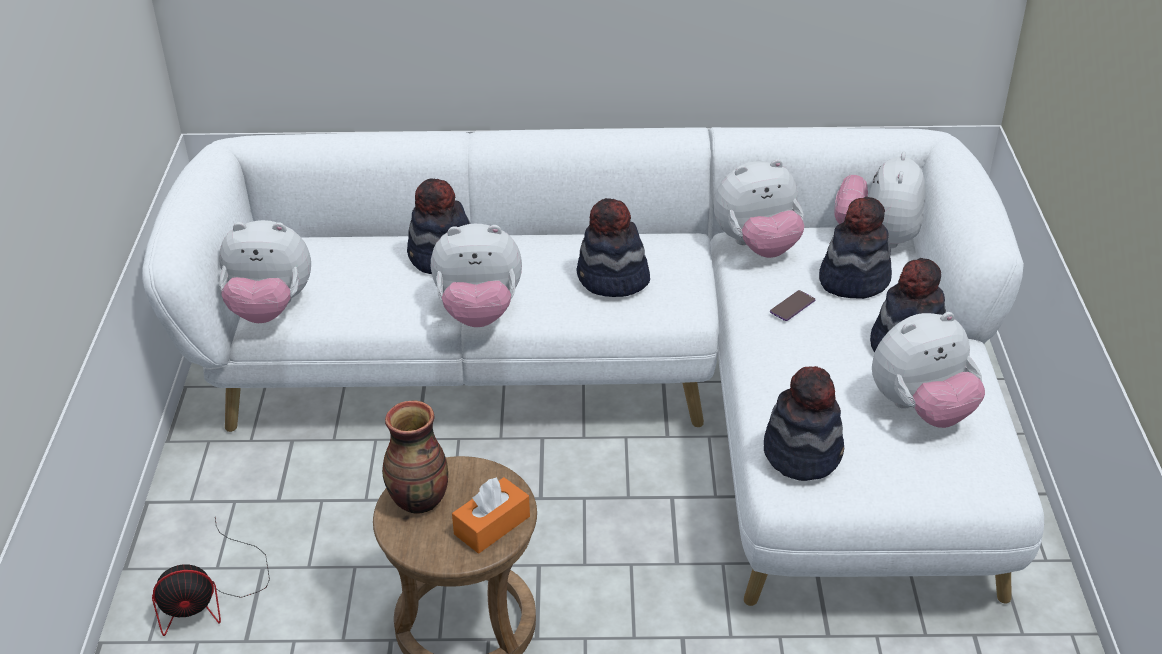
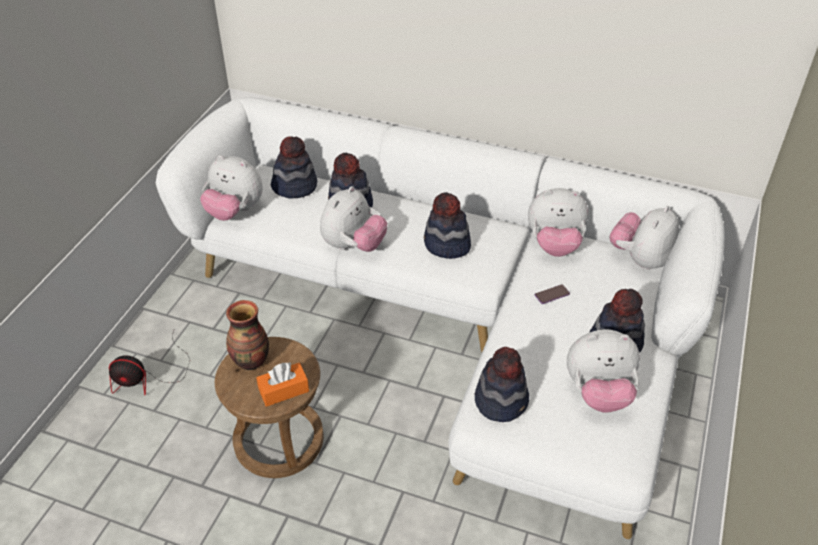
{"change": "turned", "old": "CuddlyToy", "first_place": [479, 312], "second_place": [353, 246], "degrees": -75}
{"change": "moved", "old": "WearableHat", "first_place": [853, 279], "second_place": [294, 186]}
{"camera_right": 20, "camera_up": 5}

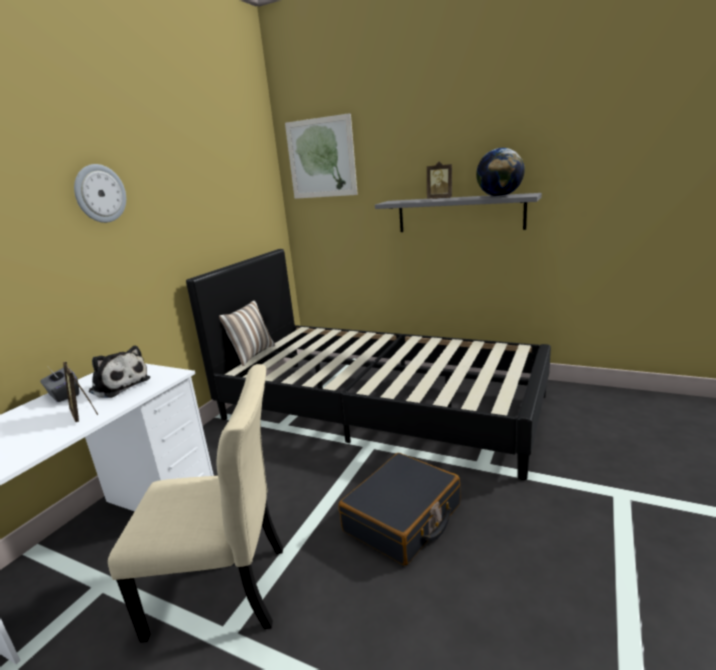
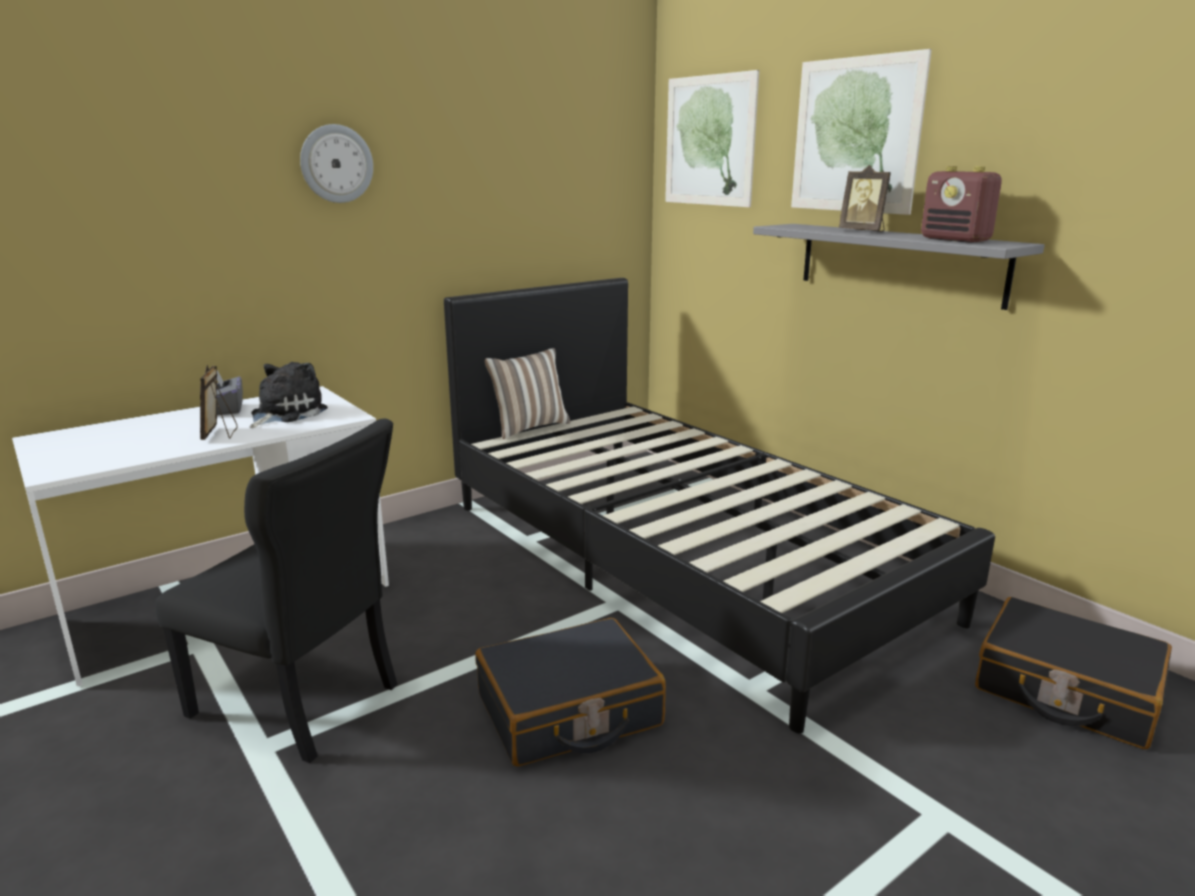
{"change": "turned", "old": "CuddlyToy", "first_place": [118, 385], "second_place": [285, 413], "degrees": -120}
{"change": "recoloured", "old": "BeigeColouredPlainChair", "new": "BlackishPlainChair", "first_place": [225, 591], "second_place": [300, 703]}
{"change": "replaced", "old": "WorldGlobe", "new": "RadioReceiver", "first_place": [499, 196], "second_place": [956, 240]}
{"change": "added", "new": "WallArt", "second_place": [855, 135]}
{"change": "added", "new": "BlackishTravelCase", "second_place": [1065, 690]}
{"camera_right": 25, "camera_up": 0}

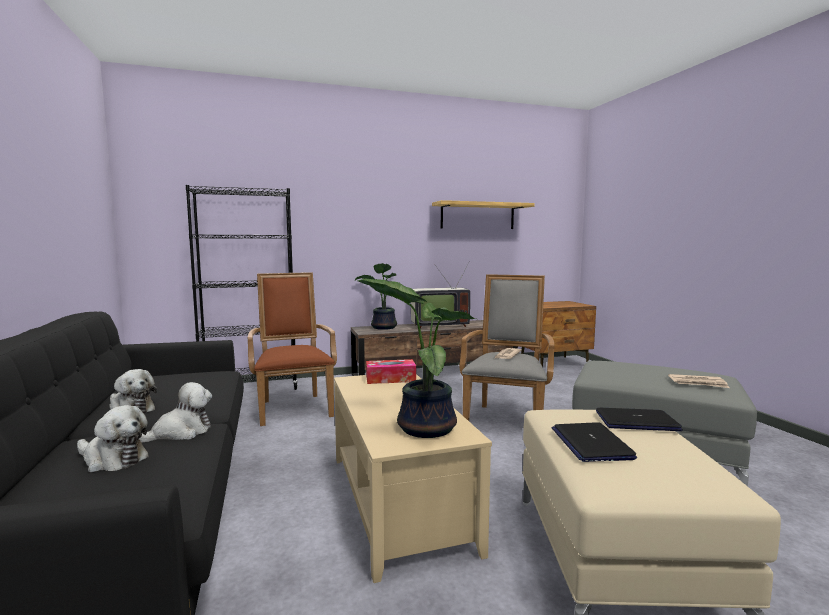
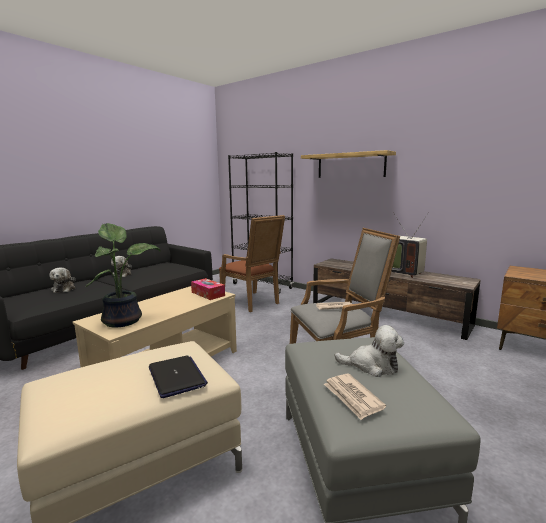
{"change": "moved", "old": "CuddlyToy", "first_place": [180, 433], "second_place": [372, 366]}
{"change": "turned", "old": "BrownColouredLoungeChair", "first_place": [293, 407], "second_place": [253, 303], "degrees": 105}
{"change": "removed", "old": "PottedPlant", "first_place": [382, 327]}
{"change": "moved", "old": "WallShelf", "first_place": [477, 216], "second_place": [350, 165]}
{"change": "removed", "old": "NotebookComputer", "first_place": [591, 443]}
{"camera_right": 55, "camera_up": 5}

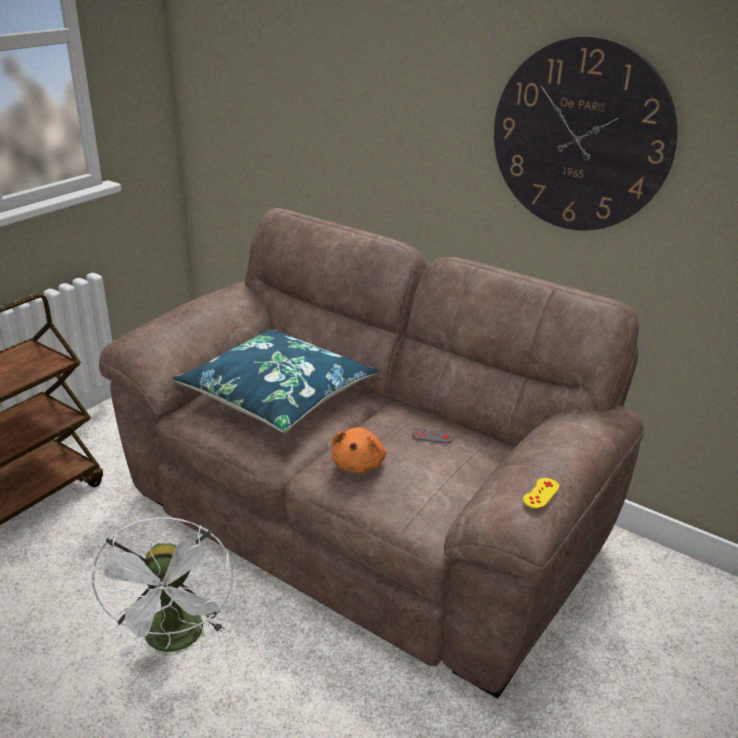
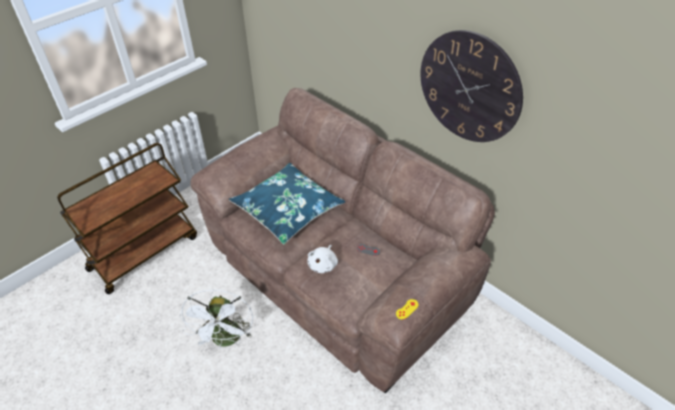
{"change": "recoloured", "old": "OrangeCuddlyToy", "new": "WhiteCuddlyToy", "first_place": [358, 464], "second_place": [323, 265]}
{"camera_right": 10, "camera_up": 15}

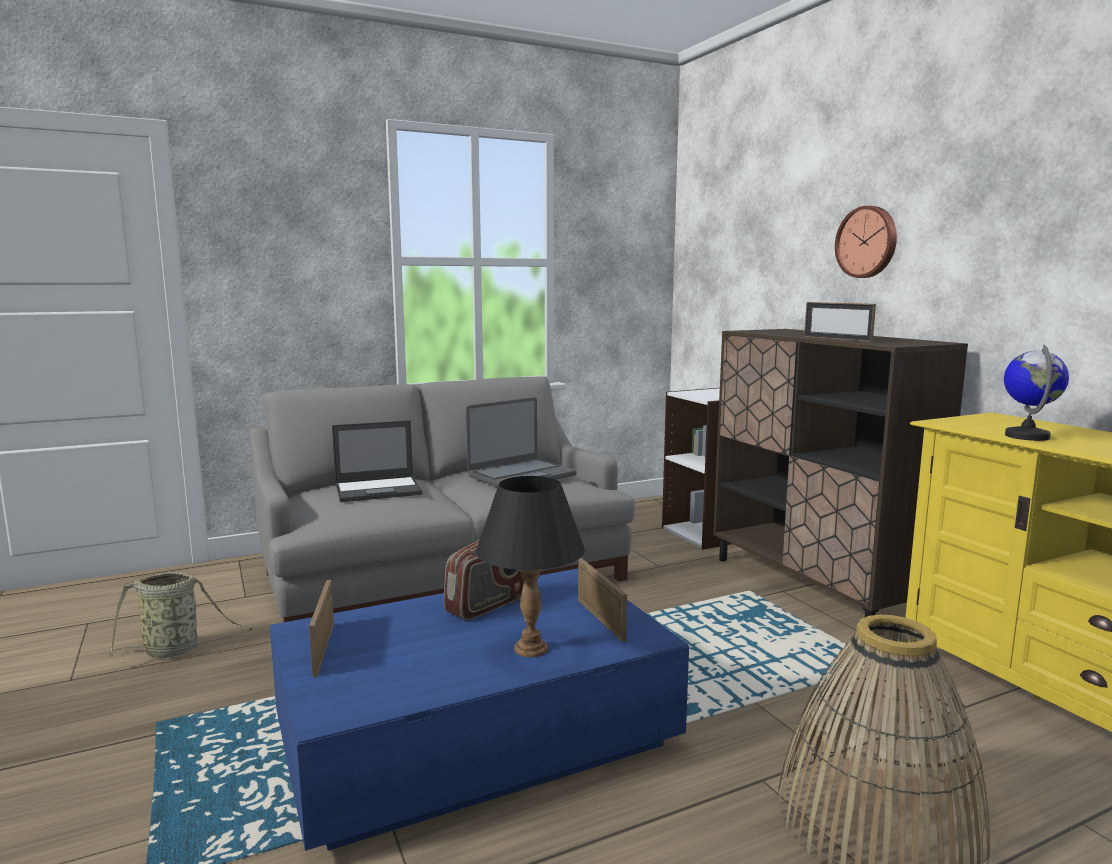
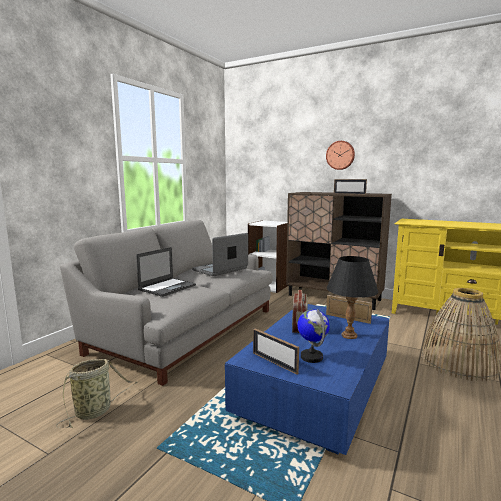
{"change": "turned", "old": "NotebookComputer", "first_place": [521, 475], "second_place": [220, 269], "degrees": -150}
{"change": "moved", "old": "WorldGlobe", "first_place": [1027, 436], "second_place": [311, 357]}
{"camera_right": -35, "camera_up": 0}

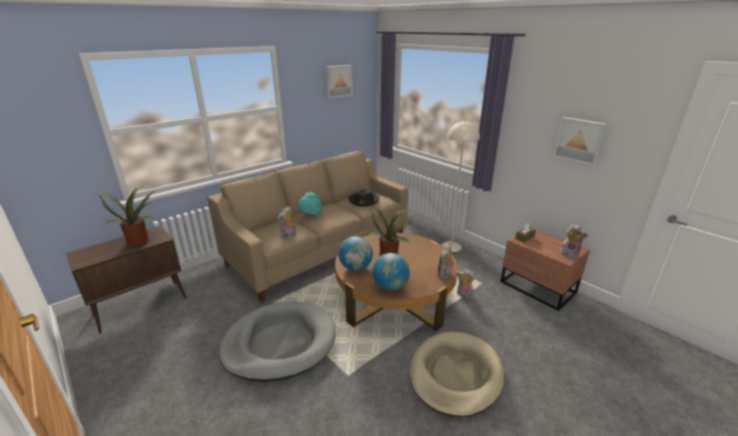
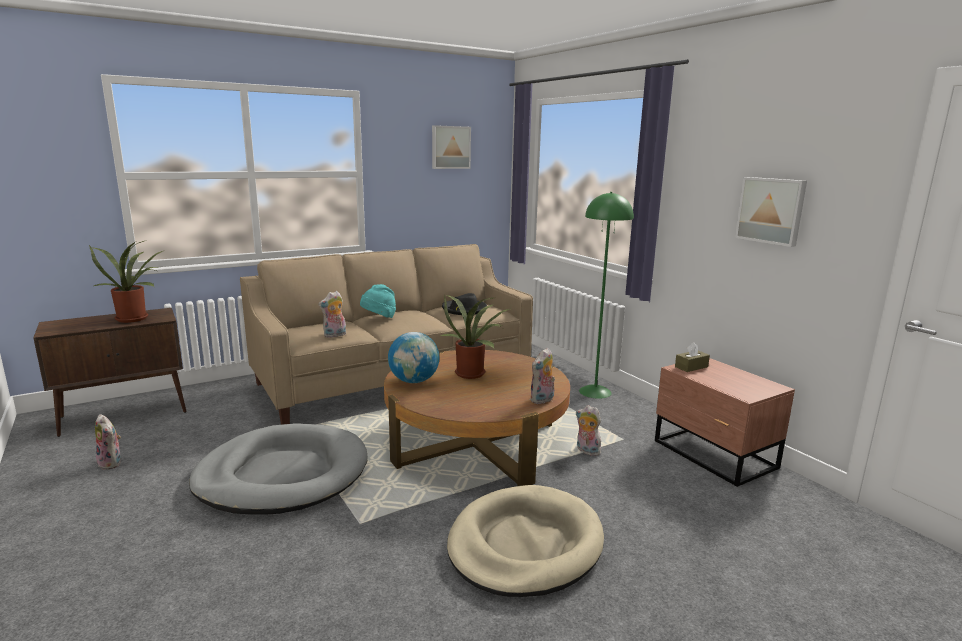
{"change": "removed", "old": "WorldGlobe", "first_place": [390, 286]}
{"change": "recoloured", "old": "BeigeColouredFloorLamp", "new": "GreenColouredFloorLamp", "first_place": [451, 246], "second_place": [594, 391]}
{"change": "moved", "old": "CuddlyToy", "first_place": [569, 254], "second_place": [112, 463]}
{"camera_right": 10, "camera_up": -10}

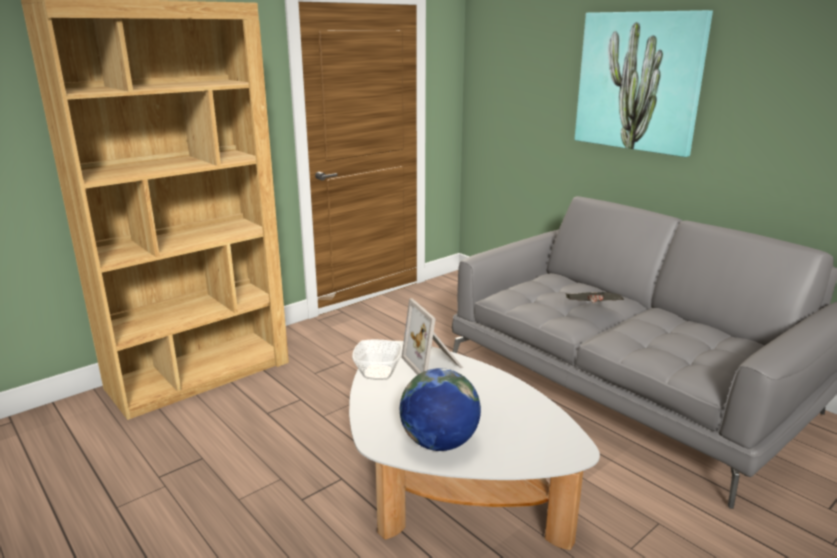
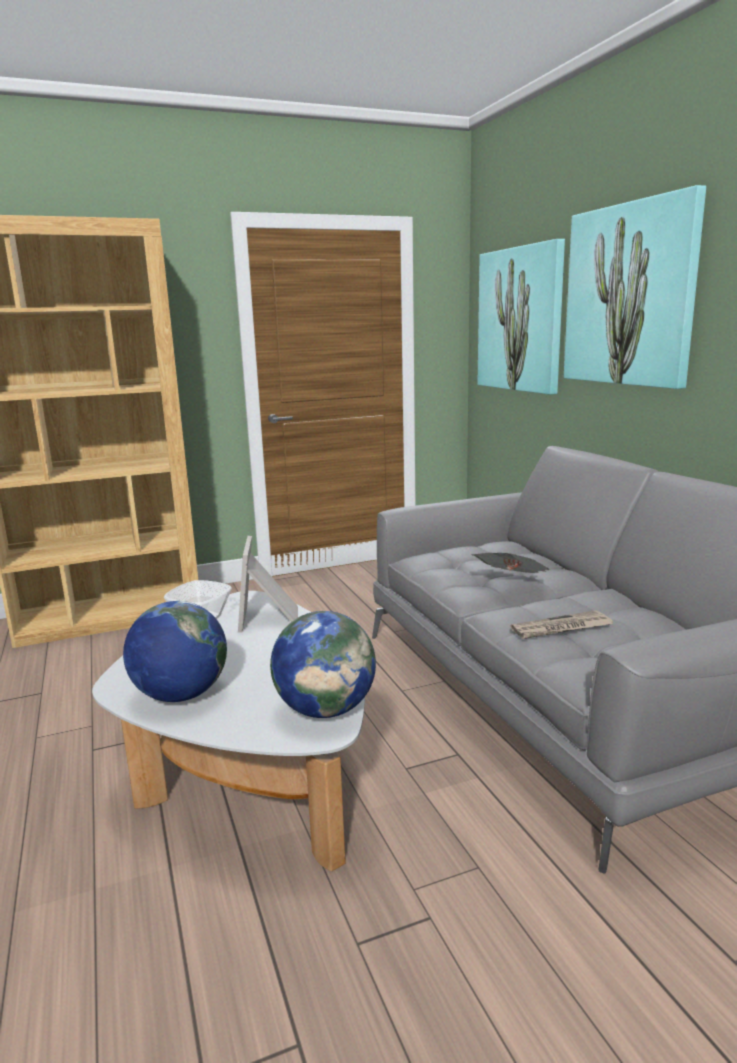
{"change": "added", "new": "WorldGlobe", "second_place": [326, 709]}
{"change": "added", "new": "WallArt", "second_place": [520, 320]}
{"change": "added", "new": "PrintedPaper", "second_place": [561, 628]}
{"camera_right": 20, "camera_up": -5}

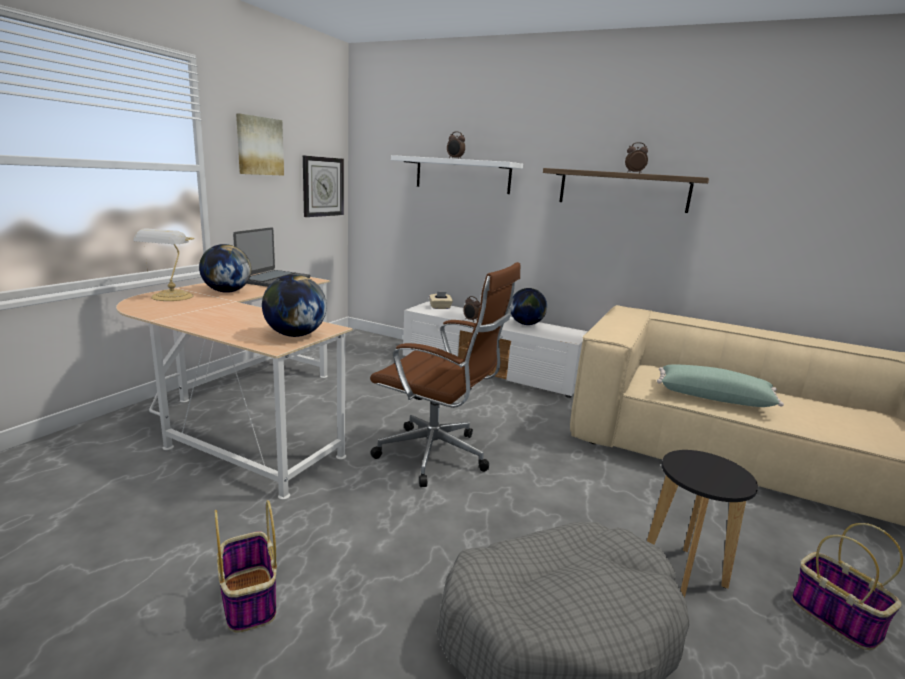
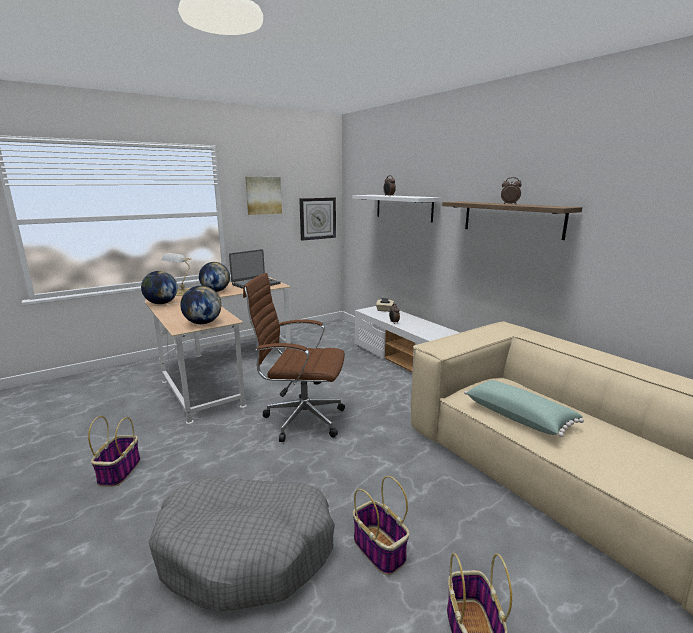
{"change": "turned", "old": "BrownColouredComputerChair", "first_place": [438, 456], "second_place": [300, 419], "degrees": 135}
{"change": "moved", "old": "WorldGlobe", "first_place": [526, 324], "second_place": [161, 303]}
{"change": "replaced", "old": "BlackishSittingStool", "new": "Basket", "first_place": [683, 572], "second_place": [380, 550]}
{"camera_right": 30, "camera_up": 0}

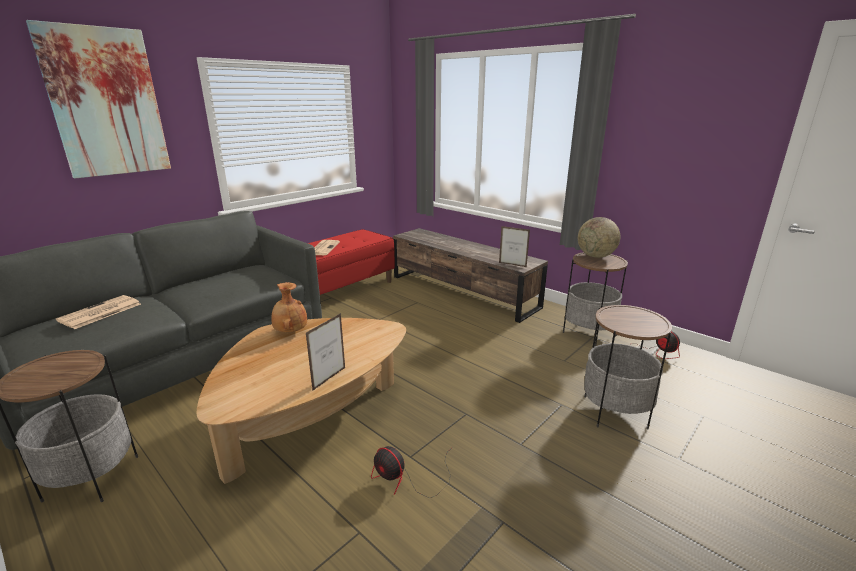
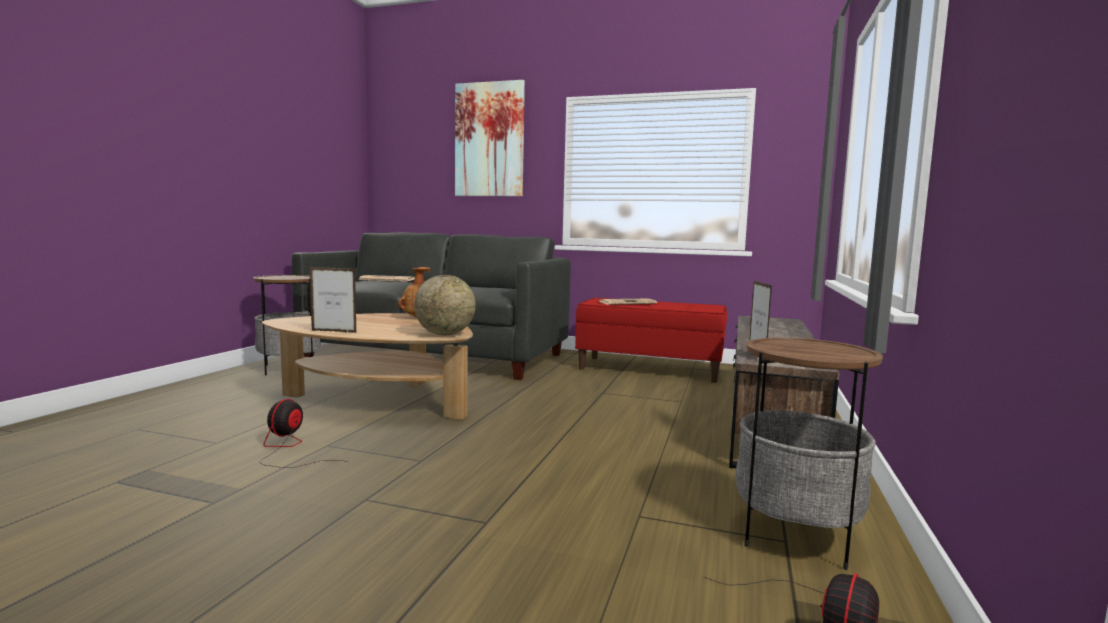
{"change": "moved", "old": "WorldGlobe", "first_place": [595, 256], "second_place": [445, 334]}
{"change": "removed", "old": "SideTable", "first_place": [614, 412]}
{"camera_right": 65, "camera_up": -15}

